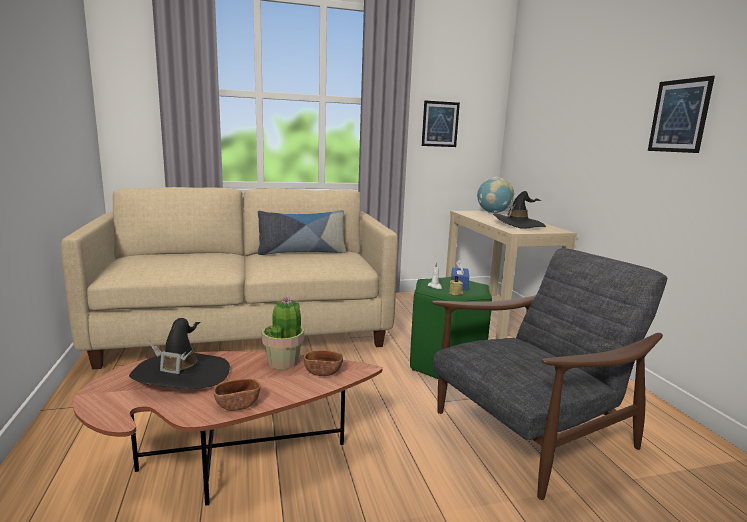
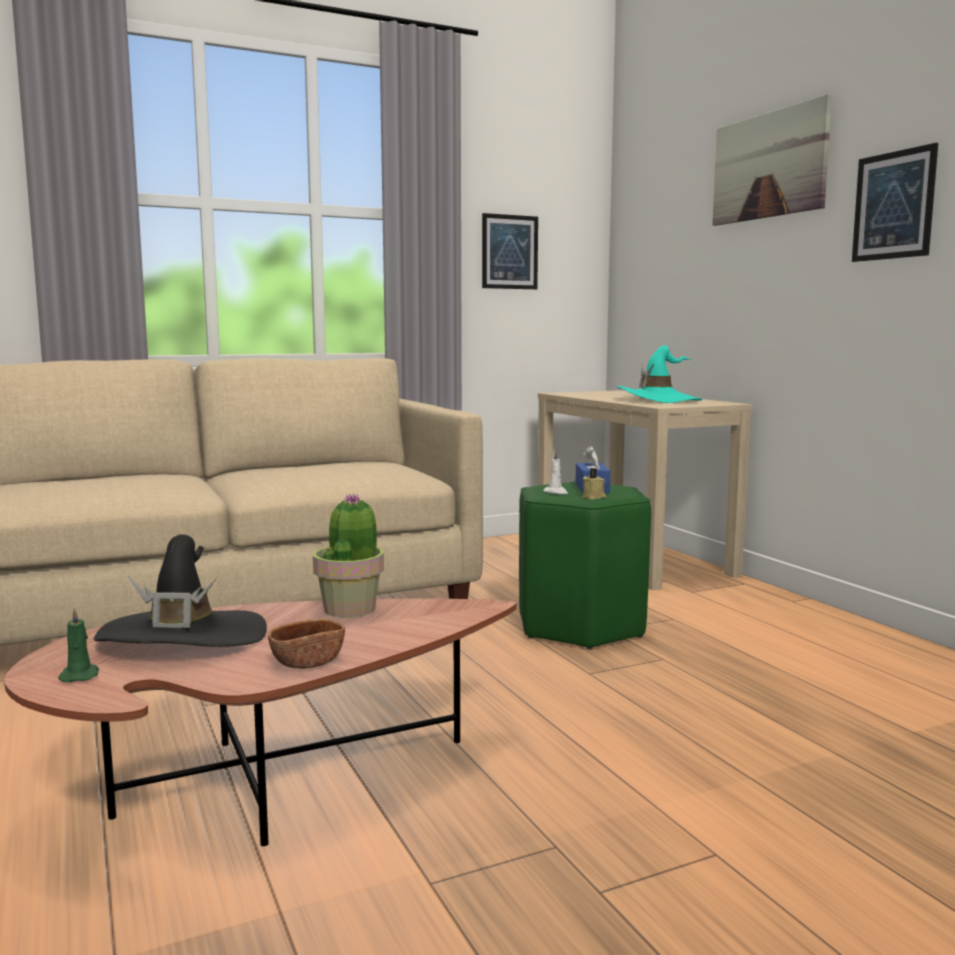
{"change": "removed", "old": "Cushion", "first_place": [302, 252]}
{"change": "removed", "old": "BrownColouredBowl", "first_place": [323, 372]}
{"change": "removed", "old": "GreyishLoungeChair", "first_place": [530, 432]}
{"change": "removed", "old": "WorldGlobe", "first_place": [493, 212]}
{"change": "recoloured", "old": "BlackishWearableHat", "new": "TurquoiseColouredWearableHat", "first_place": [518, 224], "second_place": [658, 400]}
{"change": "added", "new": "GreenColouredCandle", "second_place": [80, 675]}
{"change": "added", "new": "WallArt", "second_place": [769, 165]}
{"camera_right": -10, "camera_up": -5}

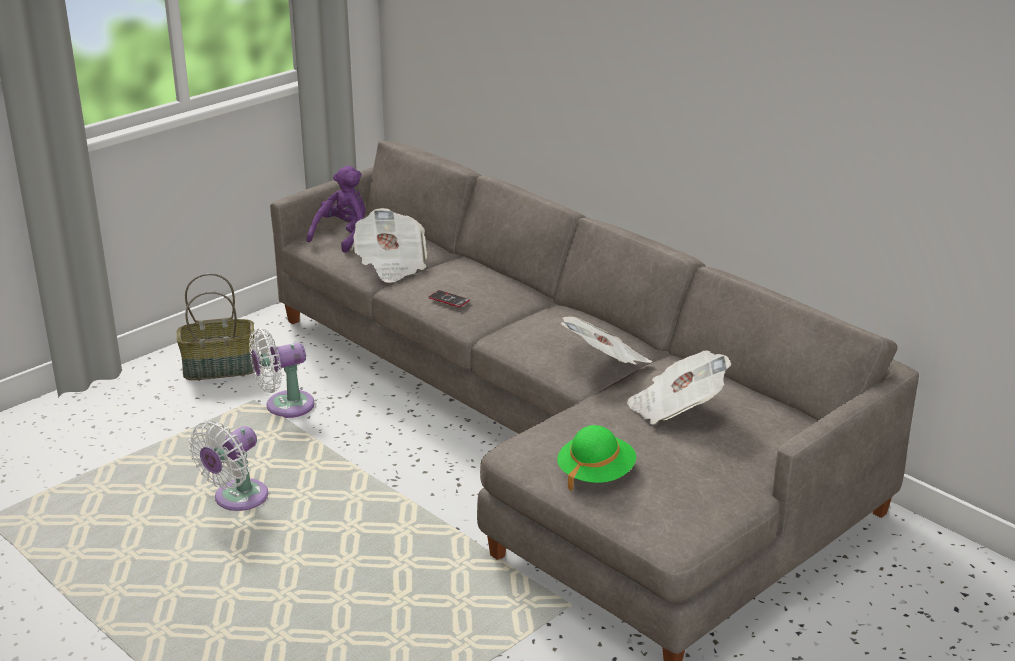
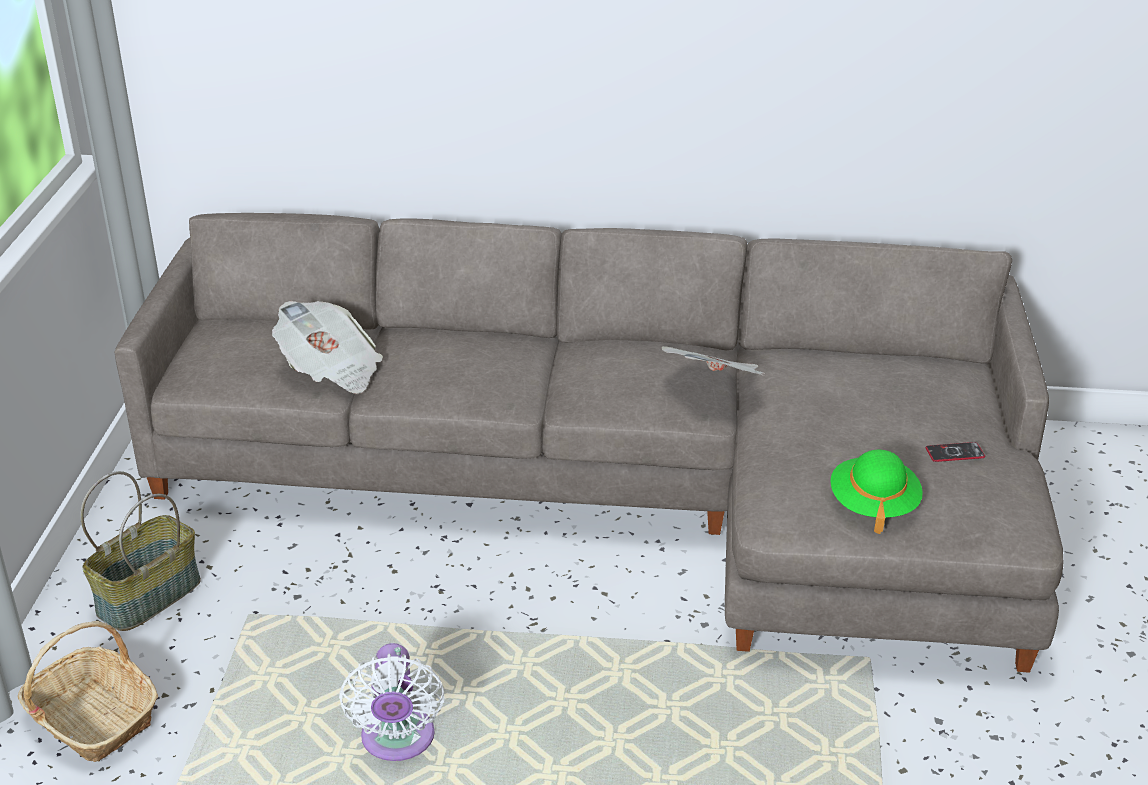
{"change": "removed", "old": "WhiteFan", "first_place": [284, 406]}
{"change": "removed", "old": "PurpleCuddlyToy", "first_place": [343, 236]}
{"change": "moved", "old": "Phone", "first_place": [449, 299], "second_place": [955, 453]}
{"change": "removed", "old": "PrintedPaper", "first_place": [676, 409]}
{"change": "added", "new": "Basket", "second_place": [92, 718]}
{"camera_right": -40, "camera_up": 5}

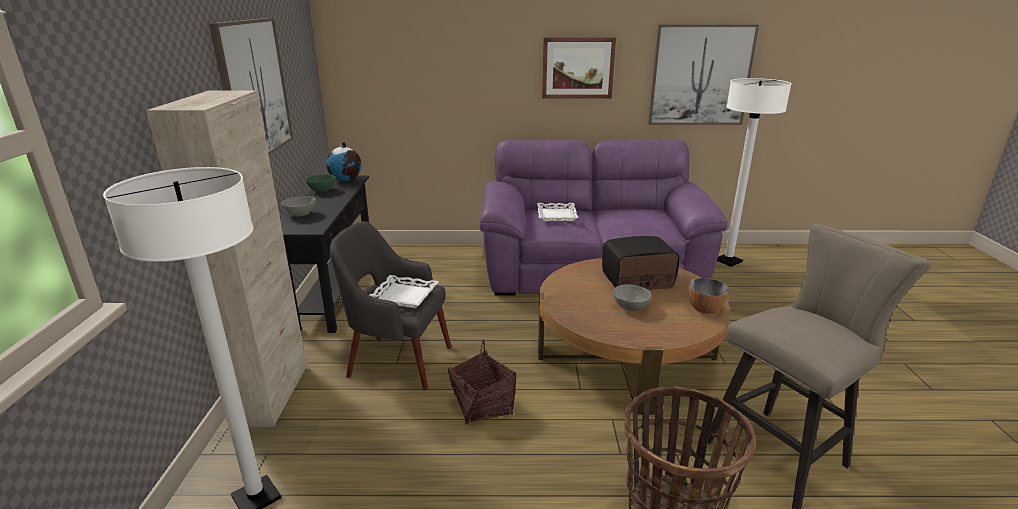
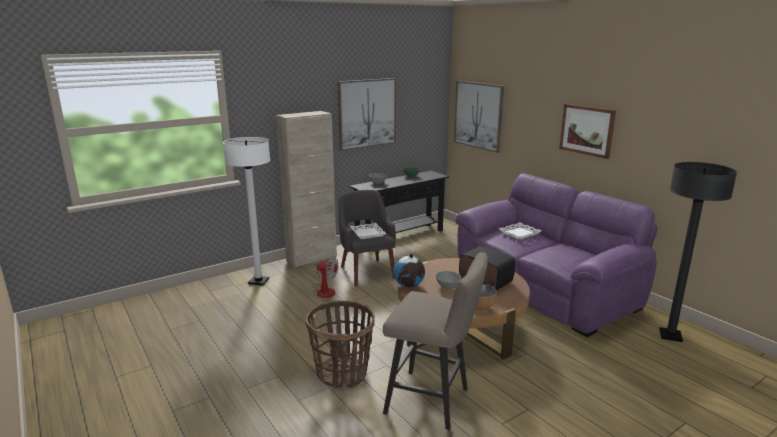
{"change": "moved", "old": "WorldGlobe", "first_place": [346, 180], "second_place": [409, 285]}
{"change": "removed", "old": "Basket", "first_place": [482, 405]}
{"change": "moved", "old": "WallArt", "first_place": [700, 75], "second_place": [478, 115]}
{"change": "recoloured", "old": "WhiteFloorLamp", "new": "BlackishFloorLamp", "first_place": [728, 261], "second_place": [670, 335]}
{"change": "added", "new": "Fan", "second_place": [324, 290]}
{"camera_right": 55, "camera_up": -5}

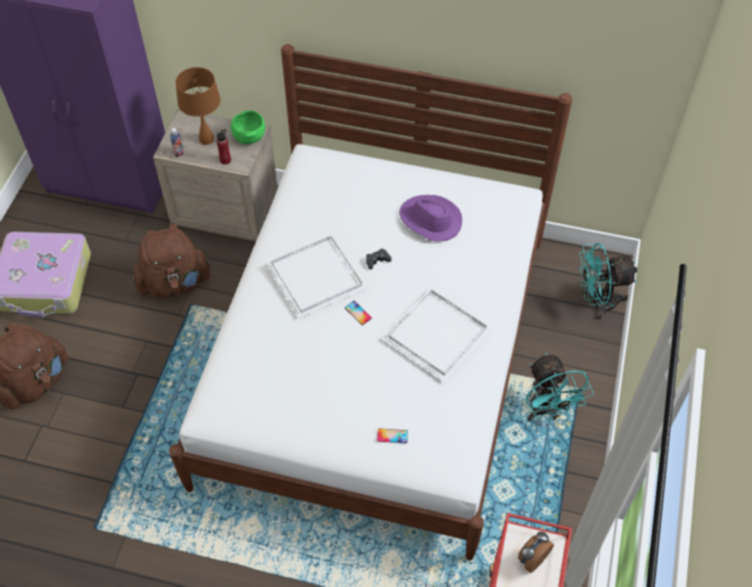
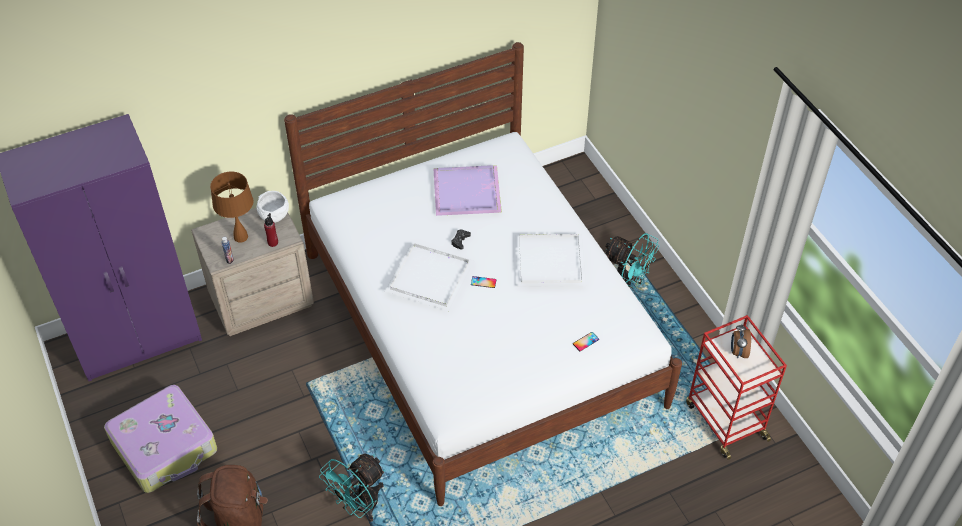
{"change": "removed", "old": "BrownColouredKnapsack", "first_place": [175, 283]}
{"change": "recoloured", "old": "GreenColouredBowl", "new": "WhiteBowl", "first_place": [249, 137], "second_place": [273, 216]}
{"change": "replaced", "old": "PurpleWearableHat", "new": "PurpleCarryingTray", "first_place": [430, 220], "second_place": [468, 193]}
{"change": "moved", "old": "TurquoiseColouredFan", "first_place": [597, 302], "second_place": [359, 506]}
{"camera_right": -40, "camera_up": -5}

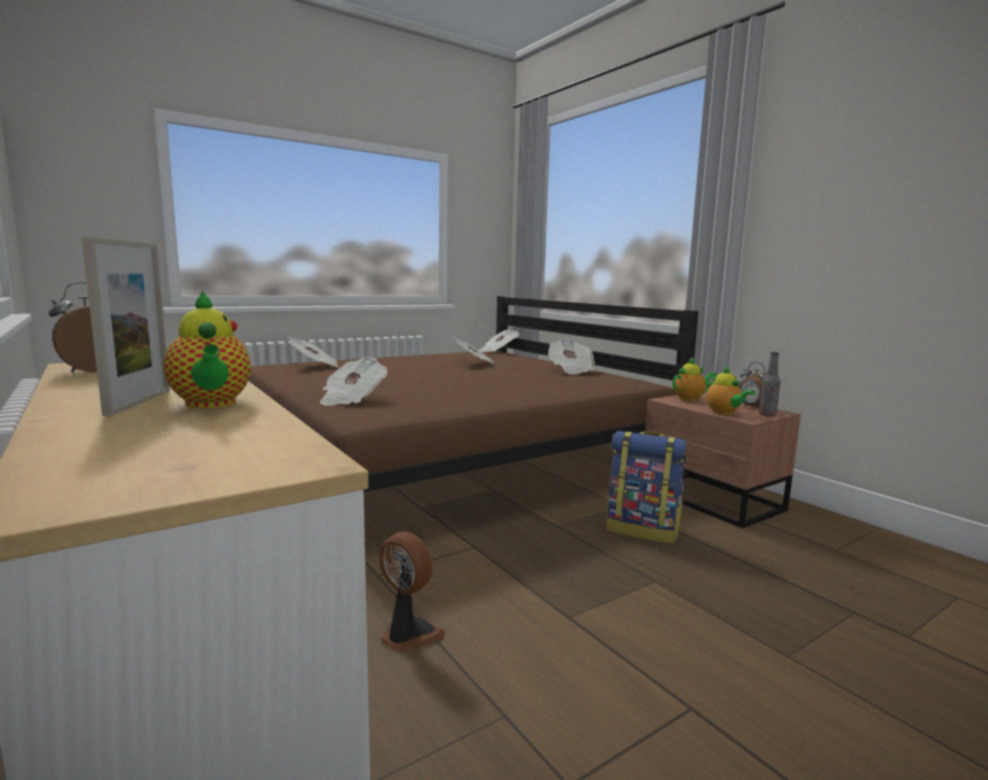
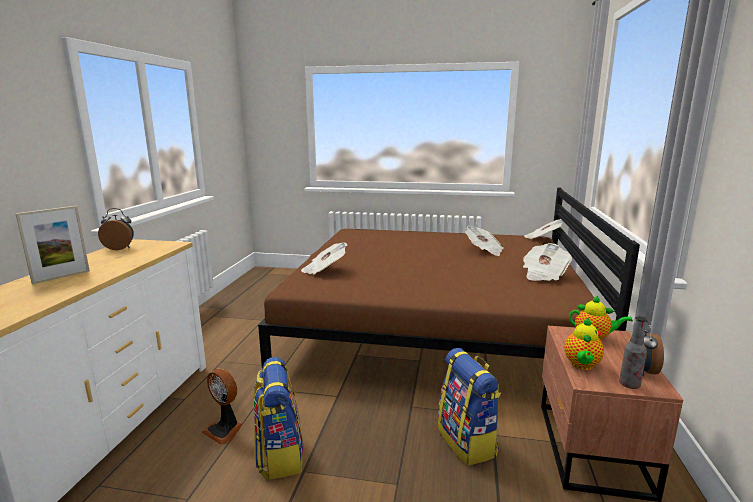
{"change": "removed", "old": "TeaPot", "first_place": [211, 404]}
{"change": "removed", "old": "PrintedPaper", "first_place": [315, 366]}
{"change": "turned", "old": "Fan", "first_place": [408, 635], "second_place": [225, 430], "degrees": 135}
{"change": "added", "new": "Knapsack", "second_place": [279, 454]}
{"camera_right": 45, "camera_up": 5}

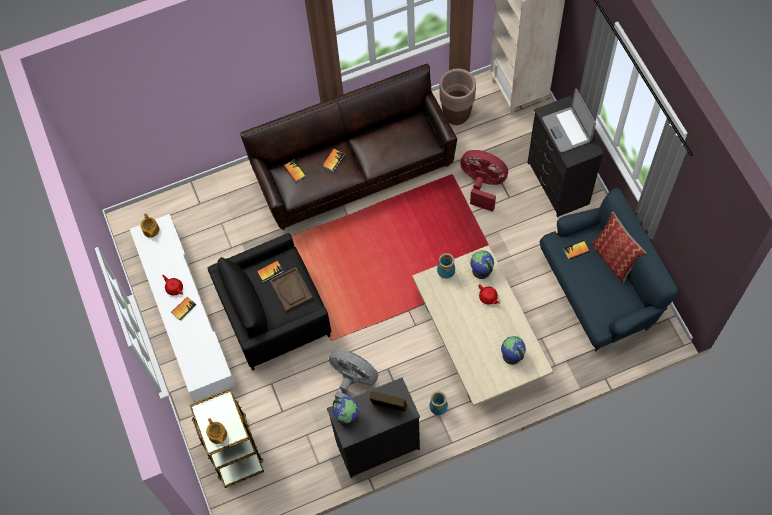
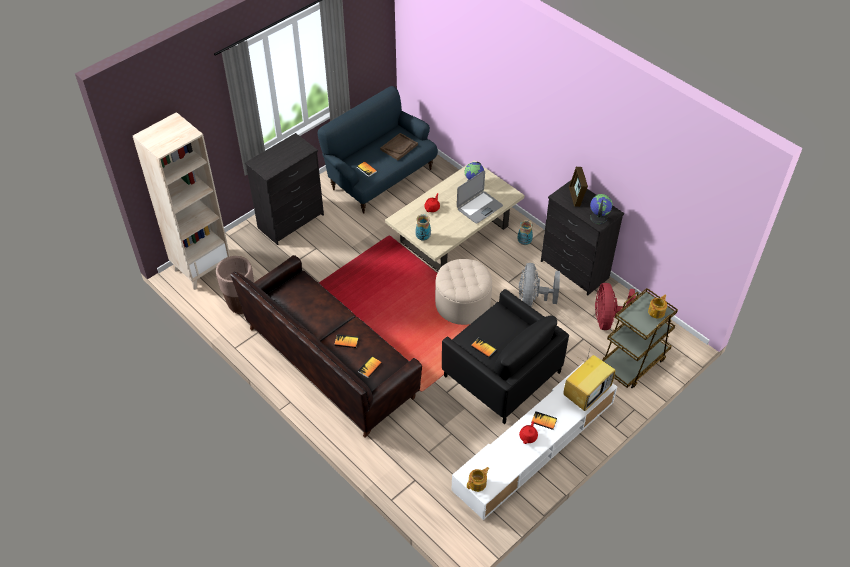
{"change": "moved", "old": "BrownColouredCarryingTray", "first_place": [291, 290], "second_place": [399, 147]}
{"change": "moved", "old": "RedColouredFan", "first_place": [482, 185], "second_place": [608, 320]}
{"change": "removed", "old": "WorldGlobe", "first_place": [481, 270]}
{"change": "moved", "old": "NotebookComputer", "first_place": [567, 130], "second_place": [479, 207]}
{"change": "removed", "old": "Cushion", "first_place": [613, 259]}
{"change": "added", "new": "BeigeColouredPouffe", "second_place": [462, 304]}
{"change": "added", "new": "Tv", "second_place": [586, 393]}
{"camera_right": -115, "camera_up": -15}

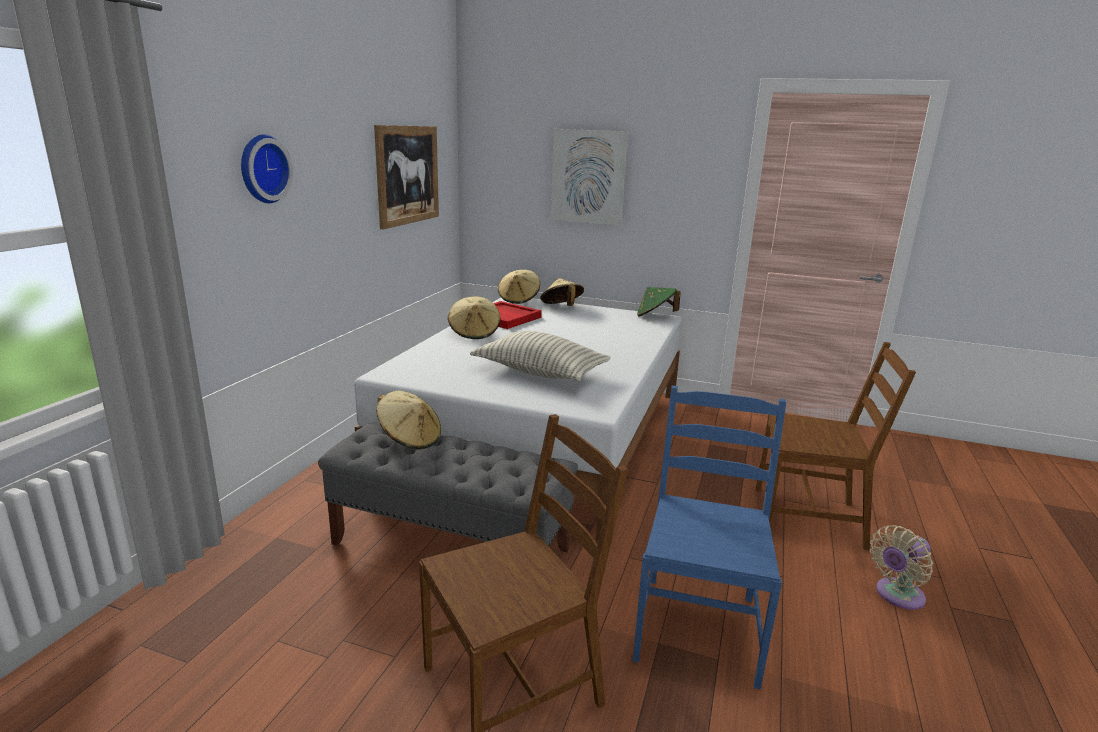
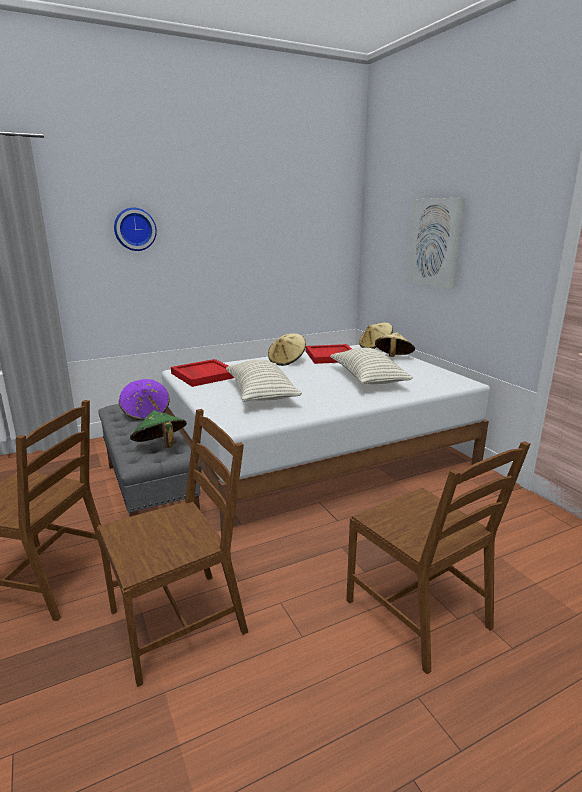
{"change": "removed", "old": "WallArt", "first_place": [407, 175]}
{"change": "recoloured", "old": "BeigeColouredWearableHat", "new": "PurpleWearableHat", "first_place": [410, 439], "second_place": [146, 413]}
{"change": "recoloured", "old": "BluePlainChair", "new": "BrownColouredPlainChair", "first_place": [697, 627], "second_place": [179, 621]}
{"change": "moved", "old": "GreenColouredWearableHat", "first_place": [655, 316], "second_place": [160, 446]}
{"change": "removed", "old": "BeigeColouredFan", "first_place": [896, 596]}
{"change": "added", "new": "RedColouredCarryingTray", "second_place": [203, 375]}
{"change": "added", "new": "Cushion", "second_place": [367, 379]}
{"camera_right": 45, "camera_up": 0}

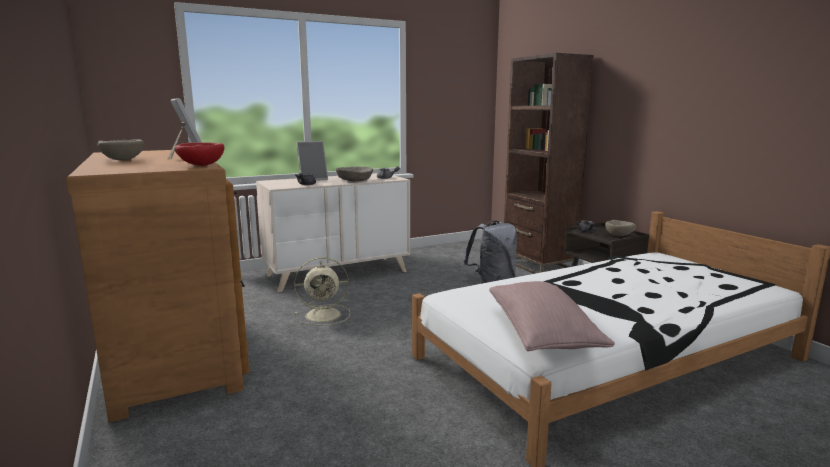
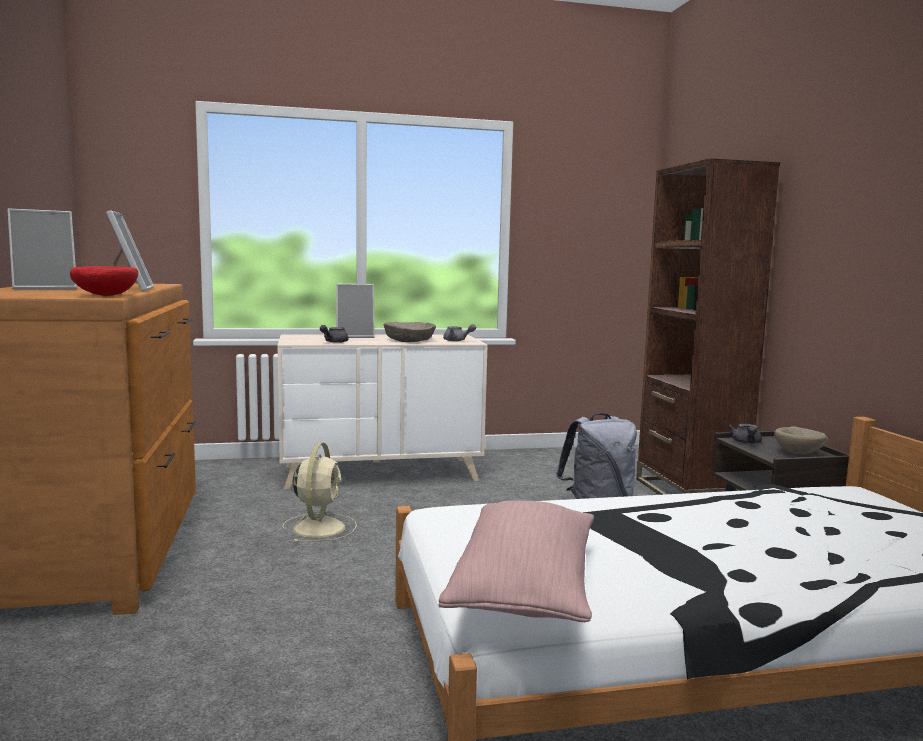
{"change": "replaced", "old": "BeigeColouredBowl", "new": "PhotoFrame", "first_place": [124, 160], "second_place": [46, 288]}
{"change": "turned", "old": "BeigeColouredFan", "first_place": [325, 315], "second_place": [319, 527], "degrees": -90}
{"camera_right": 15, "camera_up": -5}

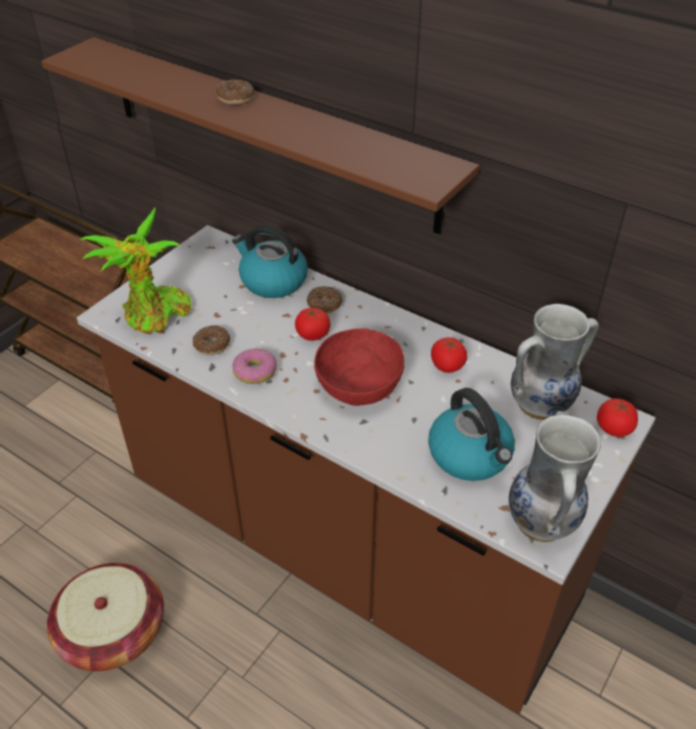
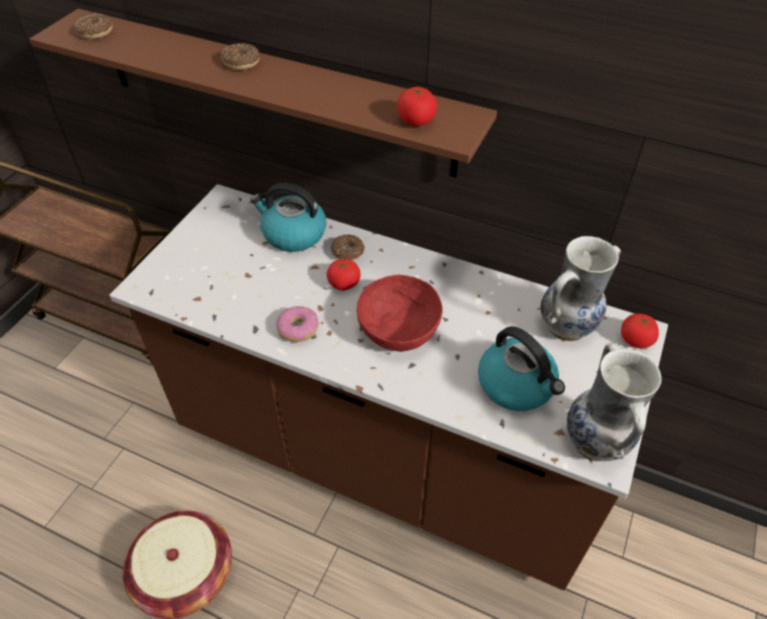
{"change": "removed", "old": "PottedPlant", "first_place": [154, 316]}
{"change": "moved", "old": "RingDoughnut", "first_place": [212, 345], "second_place": [96, 32]}
{"change": "moved", "old": "FreshTomato", "first_place": [447, 365], "second_place": [416, 121]}
{"camera_right": -10, "camera_up": 5}

